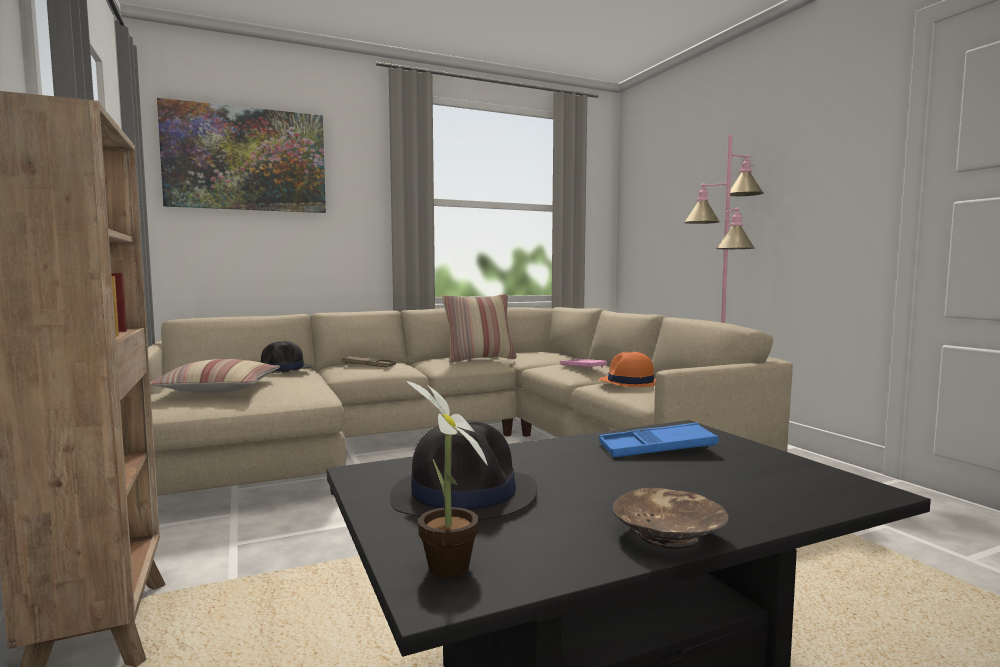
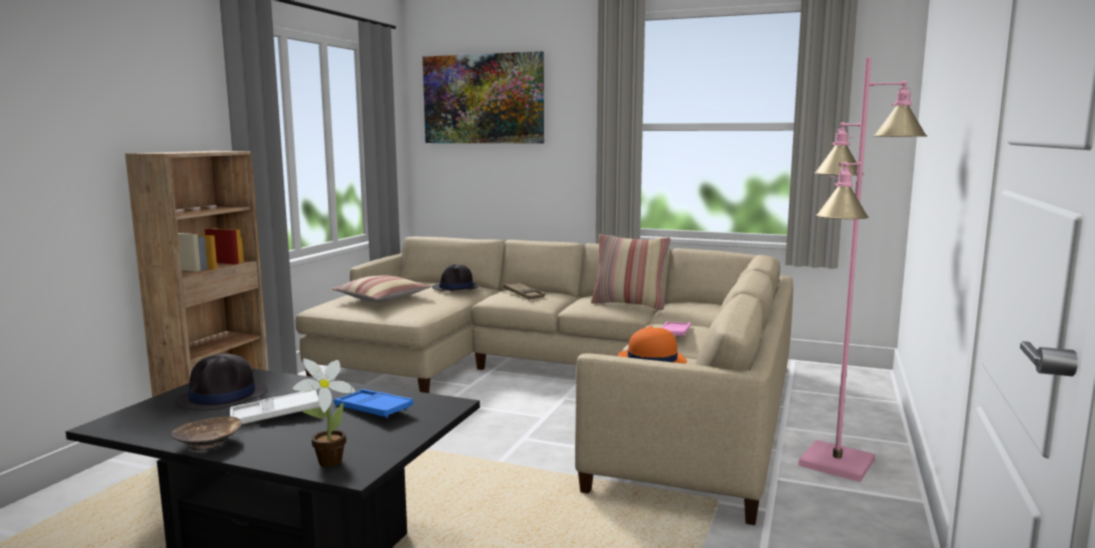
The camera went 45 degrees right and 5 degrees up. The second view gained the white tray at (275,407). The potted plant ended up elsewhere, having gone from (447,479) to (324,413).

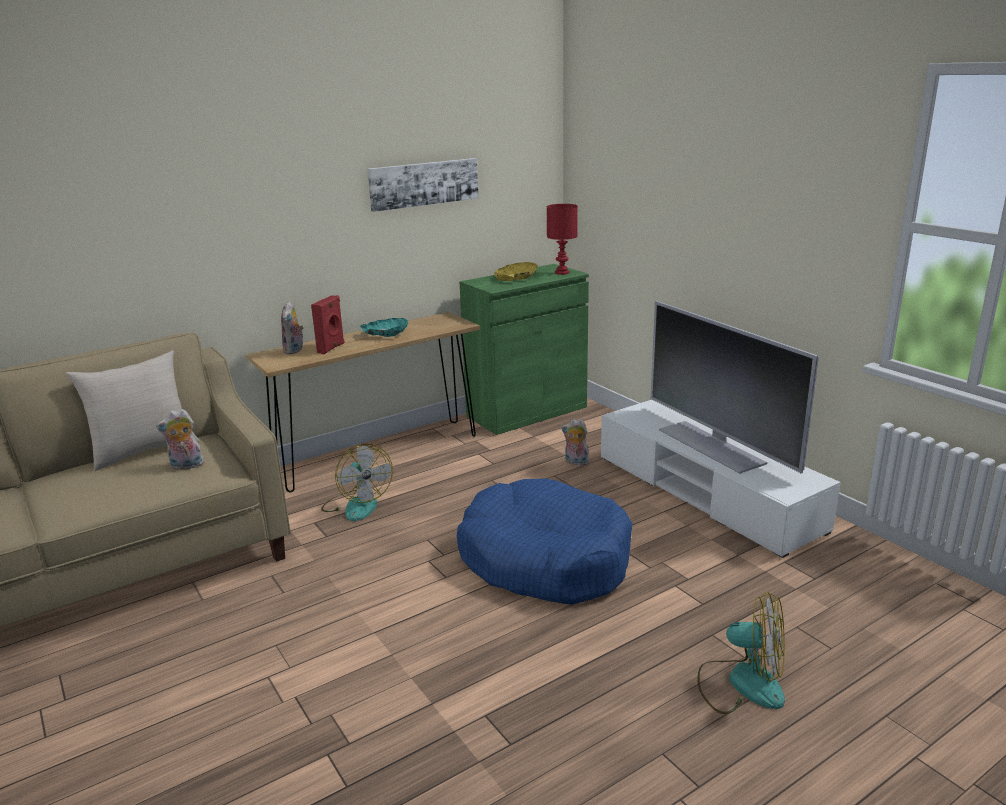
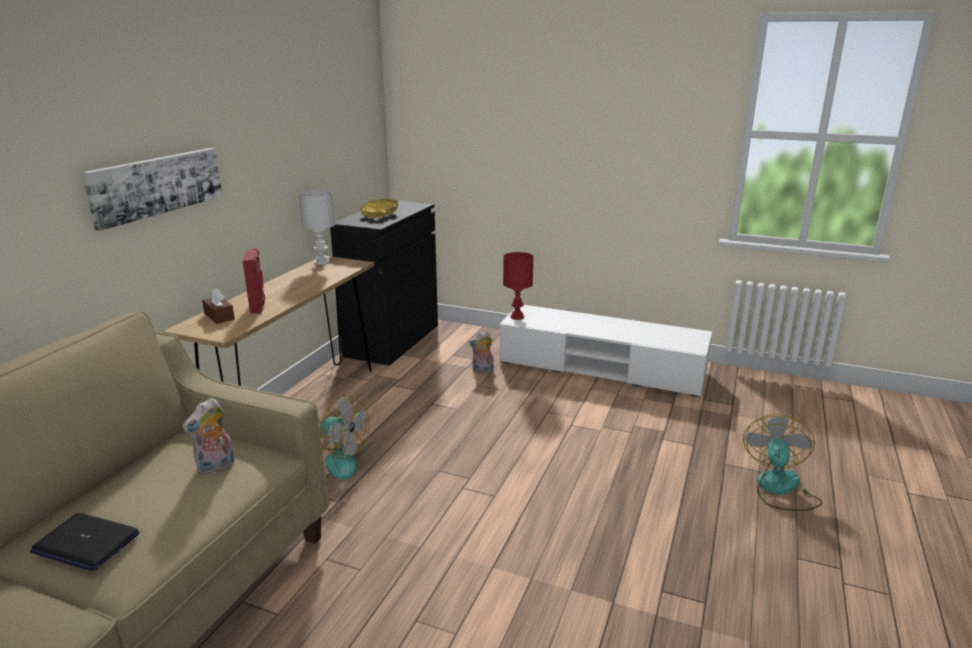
The camera went 35 degrees left and 0 degrees up. The second view gained the laptop at (85,542). The picture ended up elsewhere, having gone from (422,185) to (152,189). Where the plush toy stood at (292,327), the brown tissue box came to stand at (218,306). The second view gained the white table lamp at (316,227). What was the green cabinet at (524,349) turned into the black cabinet at (384,283). The red table lamp ended up elsewhere, having gone from (562,239) to (518,286). The fan at (741,653) ended up facing another way, 60 degrees counterclockwise from before. The second view lost the beige pillow at (133,410). The second view lost the turquoise bowl at (384,327). The second view lost the blue dog bed at (544,541). The second view lost the television at (734,387).

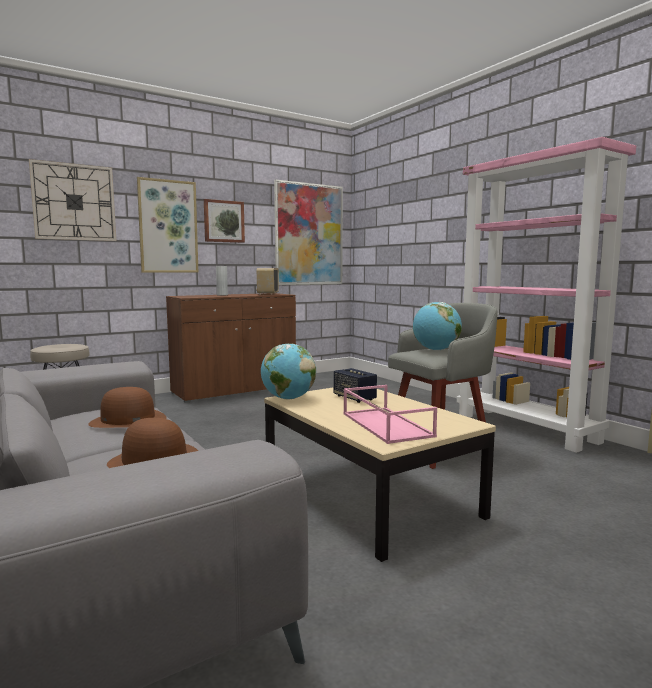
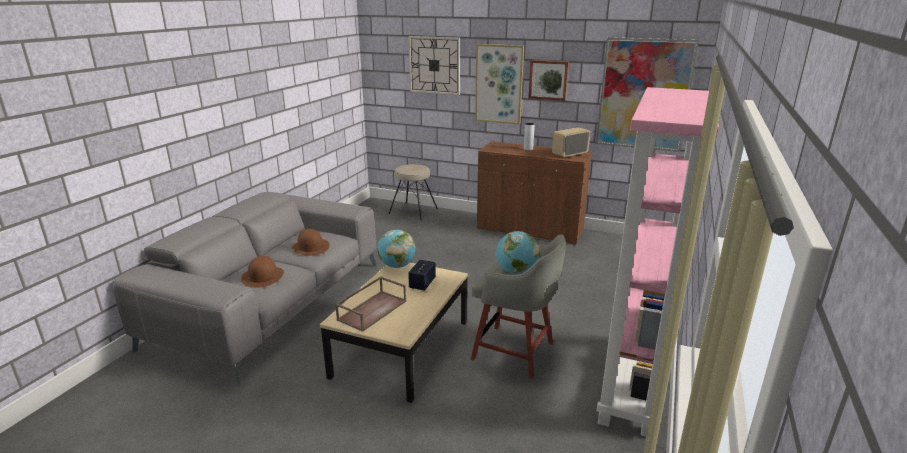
The camera went 55 degrees right and 15 degrees up. What was the pink tray at (390,414) turned into the brown tray at (371,304).

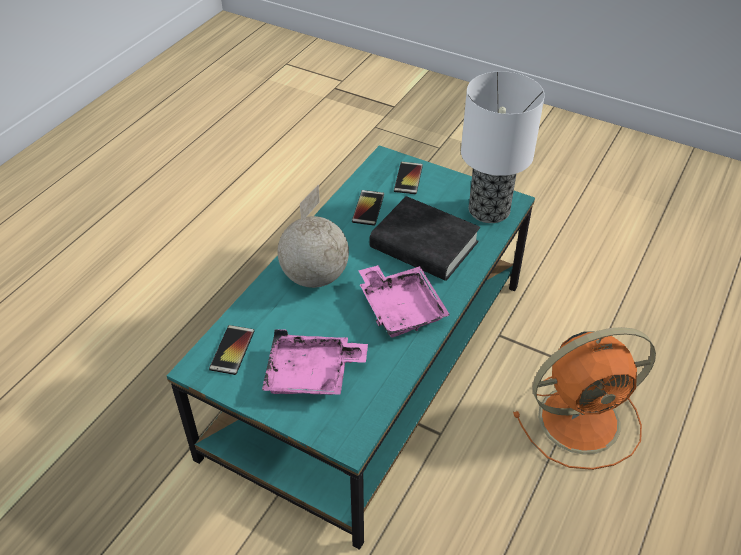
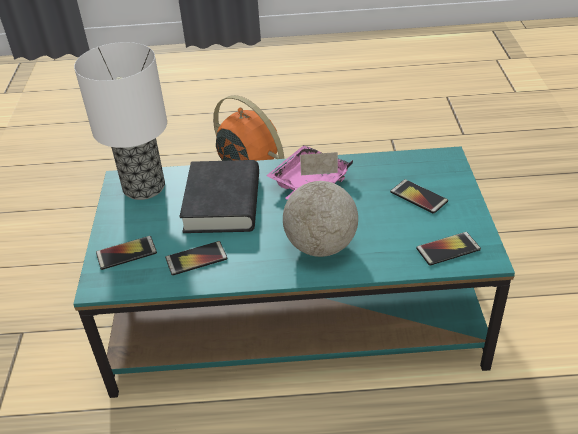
The camera went 120 degrees left and 5 degrees down. Where the pink tray stood at (315,362), the phone came to stand at (419,196).

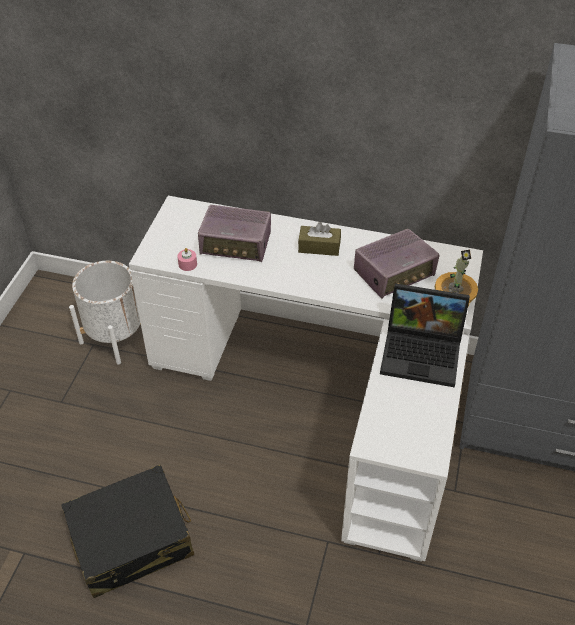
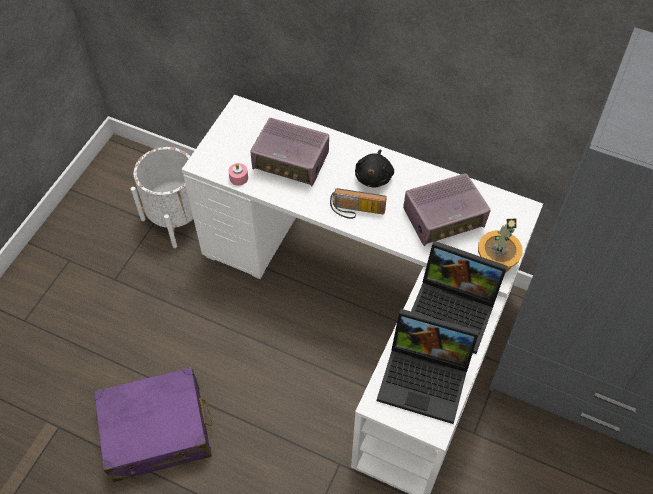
The camera went 10 degrees right and 10 degrees up. What was the black suitcase at (127,531) turned into the purple suitcase at (153,424). The second view gained the radio at (358,203). Where the brown tissue box stood at (319,239), the black plush toy came to stand at (374,168). The second view gained the laptop at (428,366).

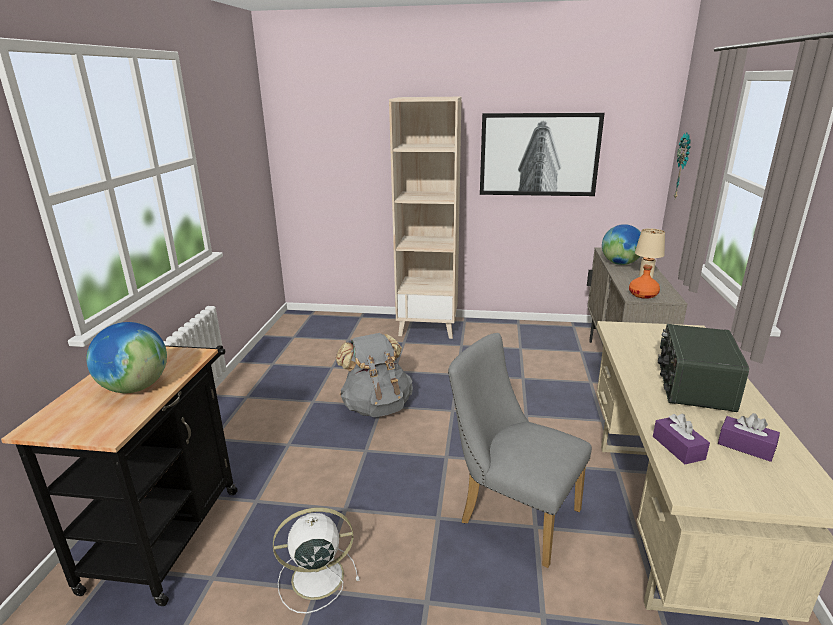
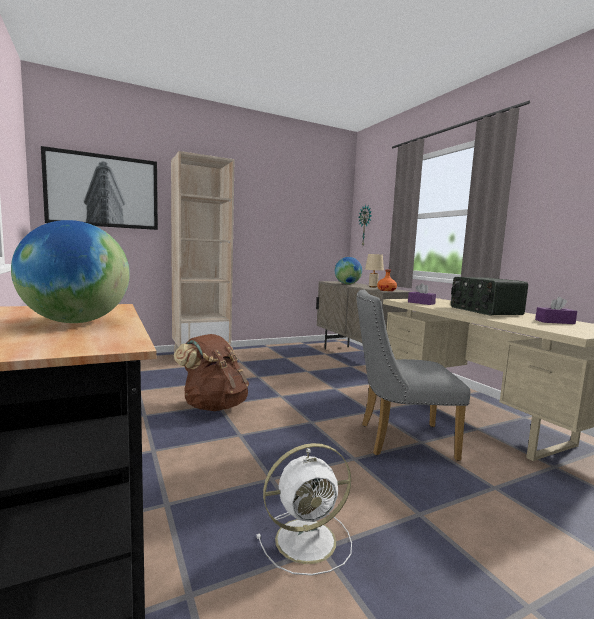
The camera went 35 degrees left and 15 degrees down. The picture ended up elsewhere, having gone from (542,154) to (99,188). What was the grey backpack at (374,375) turned into the brown backpack at (211,372). The white fan at (316,560) ended up facing another way, 150 degrees counterclockwise from before. The purple tissue box ended up elsewhere, having gone from (681,439) to (422,294).

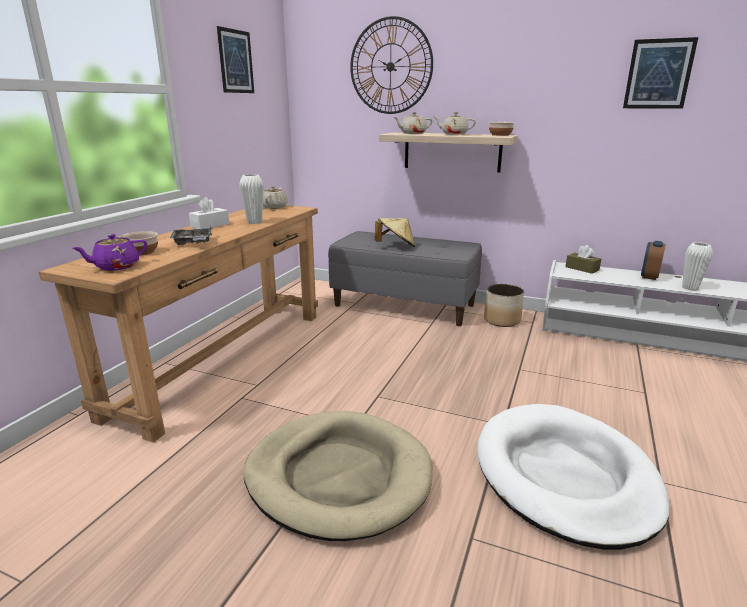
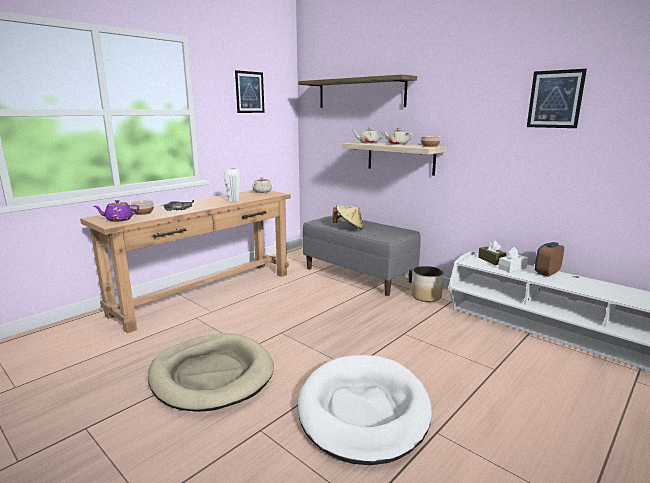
The camera went 20 degrees right and 5 degrees down. Where the wall clock hung at (391,65), the shelf came to hang at (357,91). The white tissue box ended up elsewhere, having gone from (209,213) to (513,260). The second view lost the white vase at (697,266).

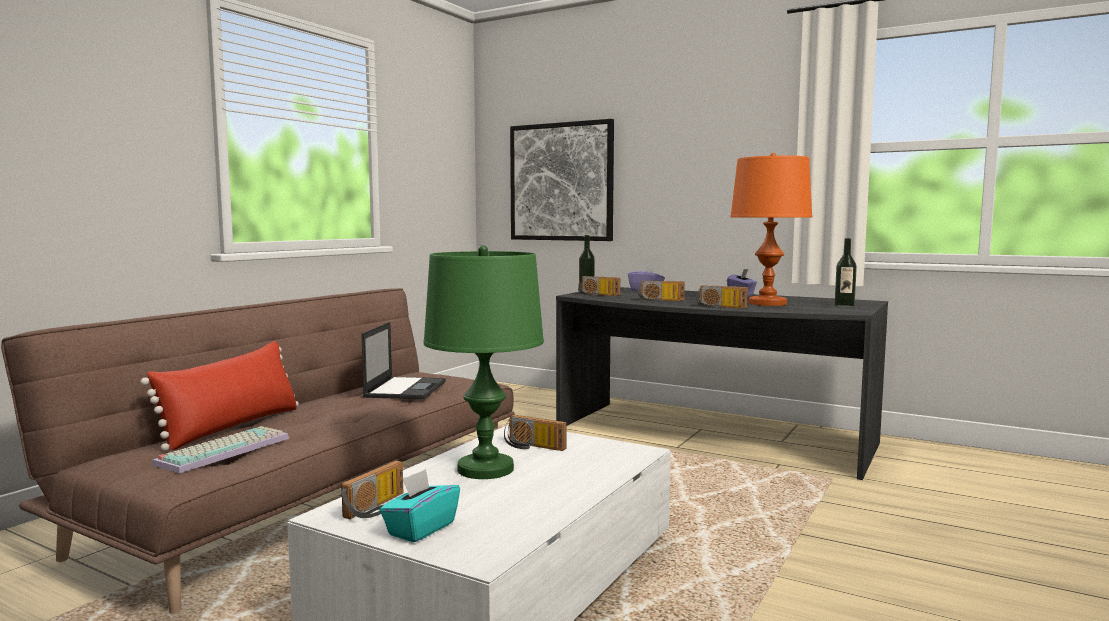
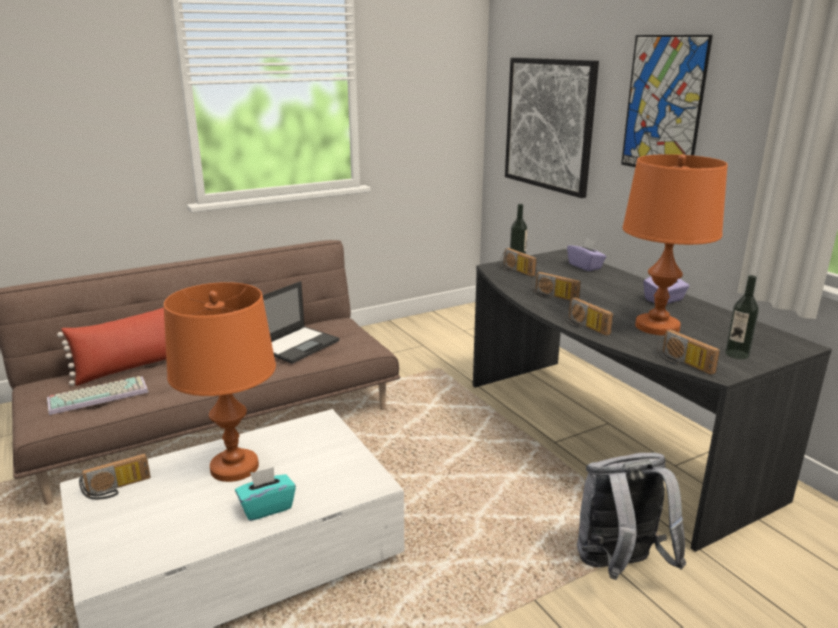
The camera went 30 degrees right and 15 degrees up. What was the green table lamp at (484,362) turned into the orange table lamp at (220,382). The turquoise tissue box ended up elsewhere, having gone from (420,506) to (265,494). The second view gained the grey backpack at (631,516). The second view gained the picture at (667,101). The radio ended up elsewhere, having gone from (535,433) to (689,352).

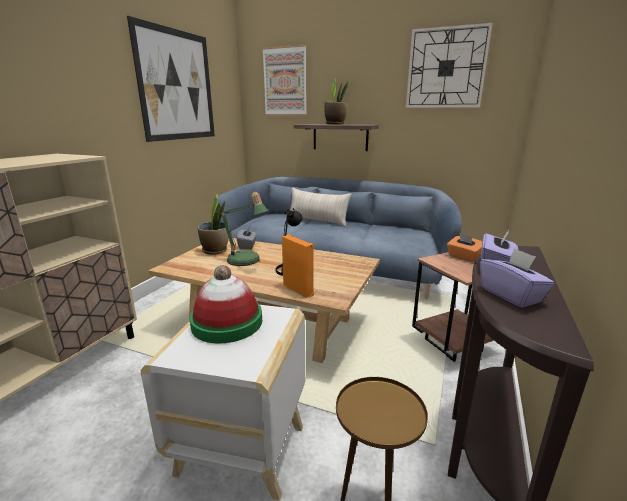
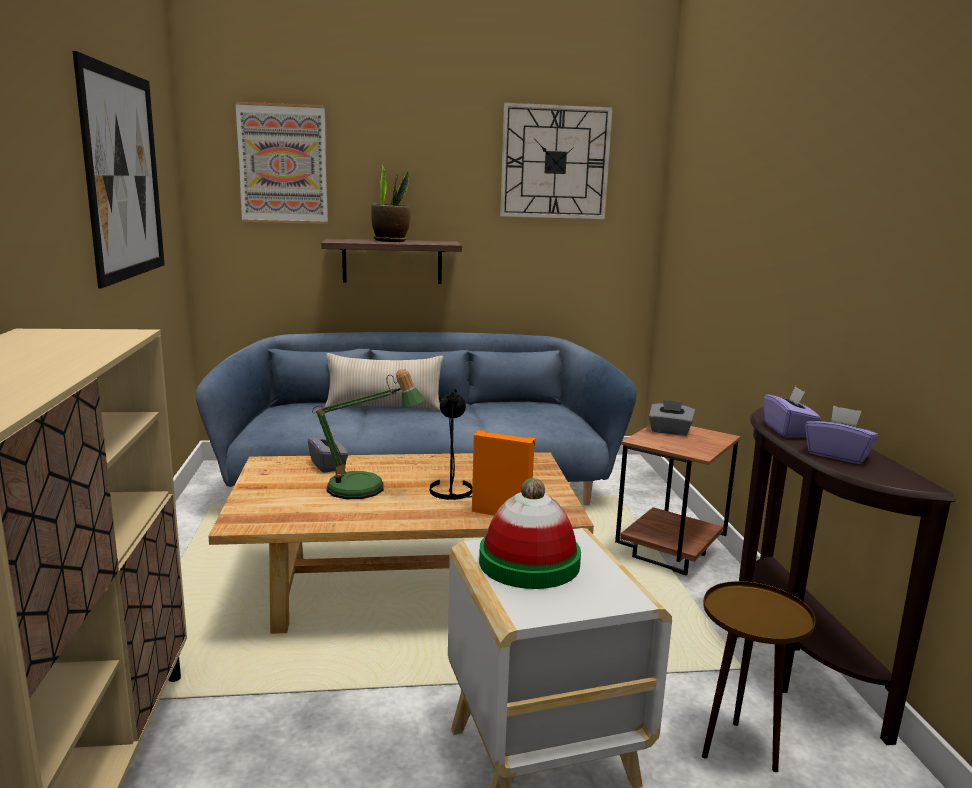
The camera went 30 degrees left and 5 degrees down. What was the orange tissue box at (464,247) turned into the grey tissue box at (672,417). The second view lost the potted plant at (213,224).

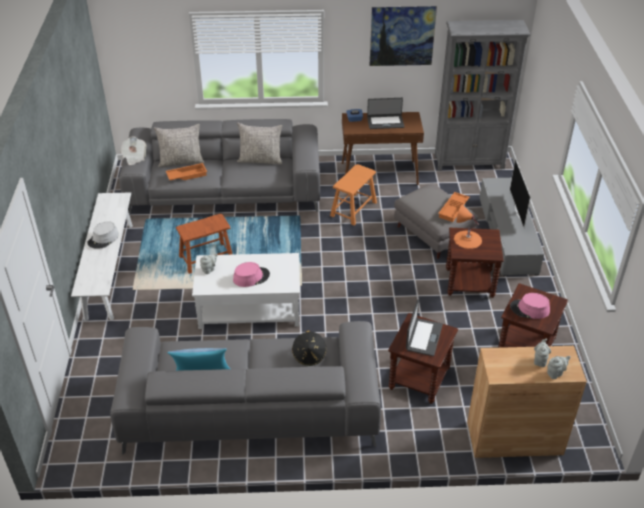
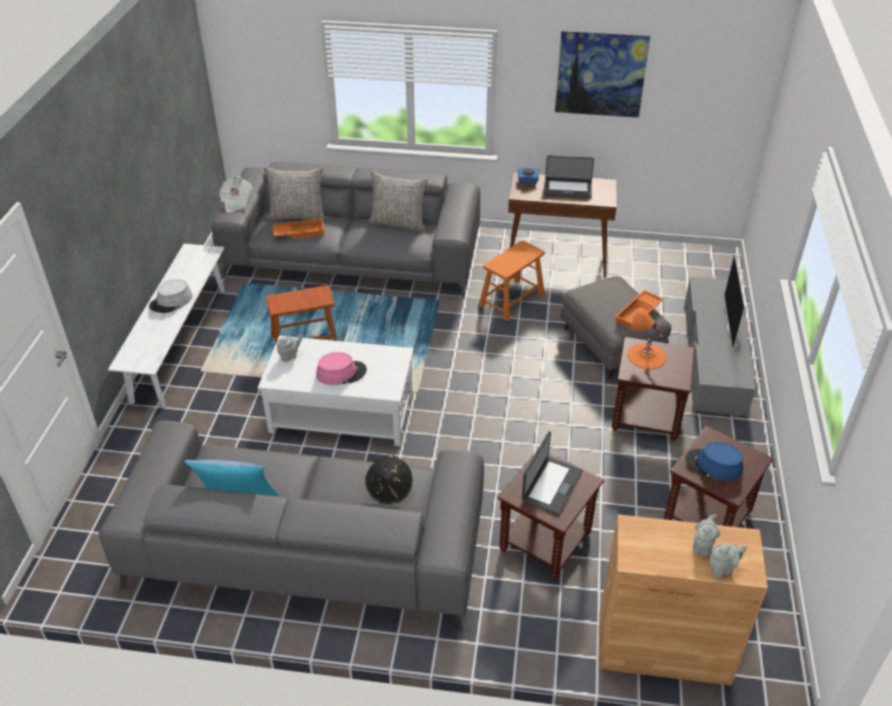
The camera went 10 degrees right and 0 degrees up. What was the pink hat at (530,306) turned into the blue hat at (714,461). The second view lost the grey bookcase at (482,95).

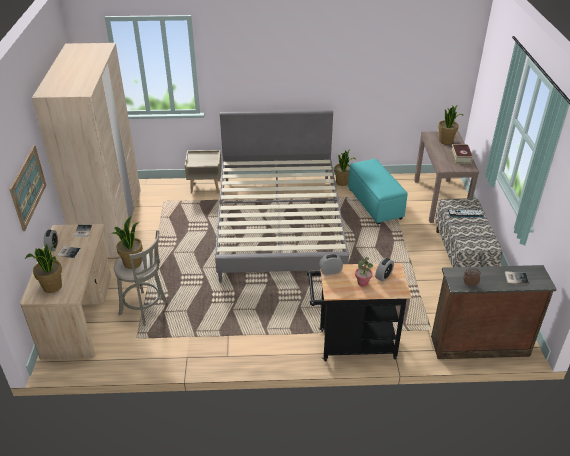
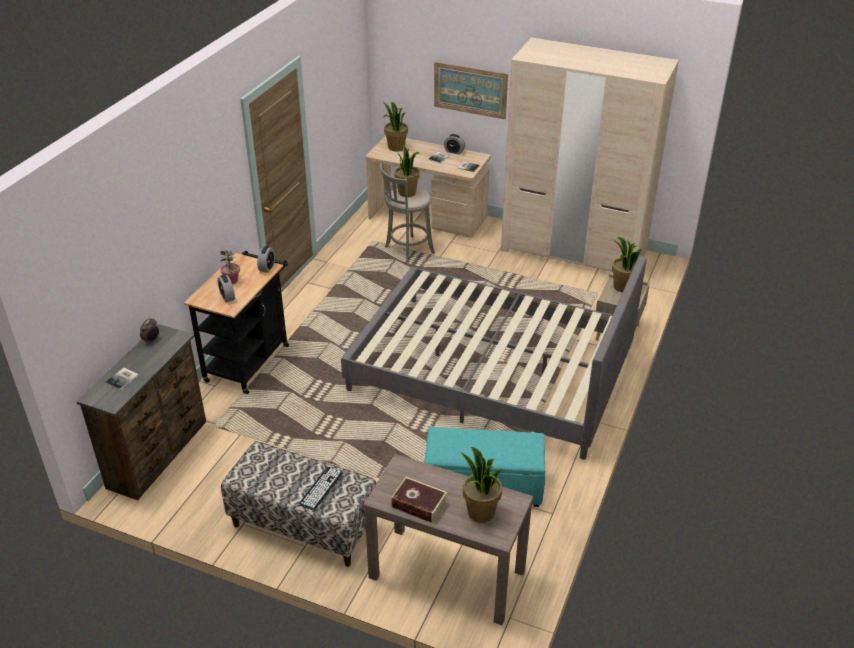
The camera went 115 degrees right and 0 degrees up. The potted plant ended up elsewhere, having gone from (344,167) to (627,264).

